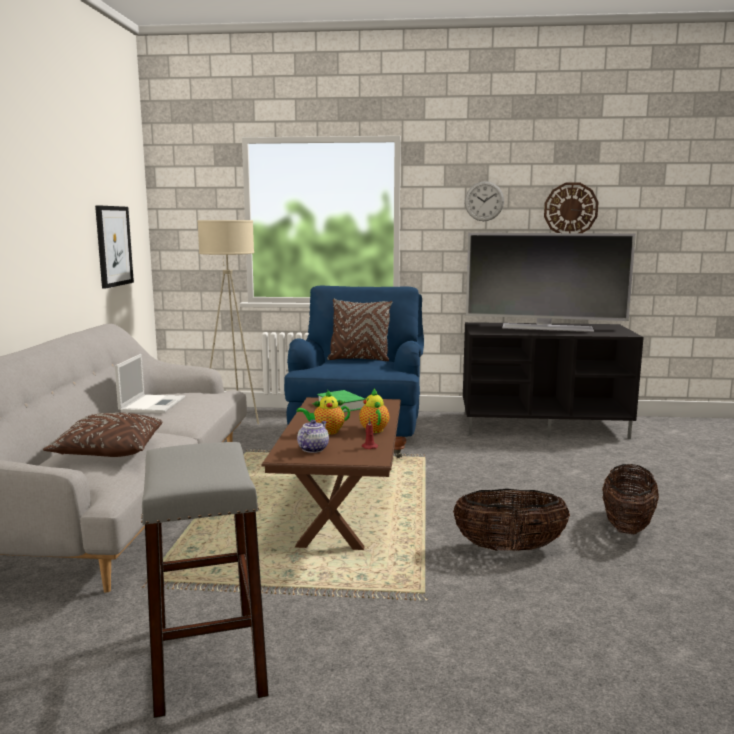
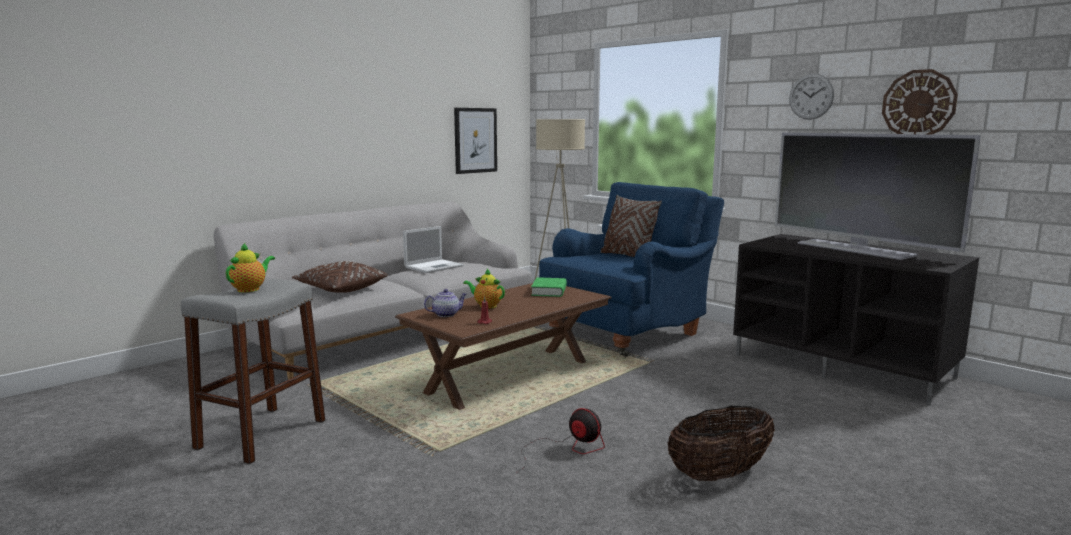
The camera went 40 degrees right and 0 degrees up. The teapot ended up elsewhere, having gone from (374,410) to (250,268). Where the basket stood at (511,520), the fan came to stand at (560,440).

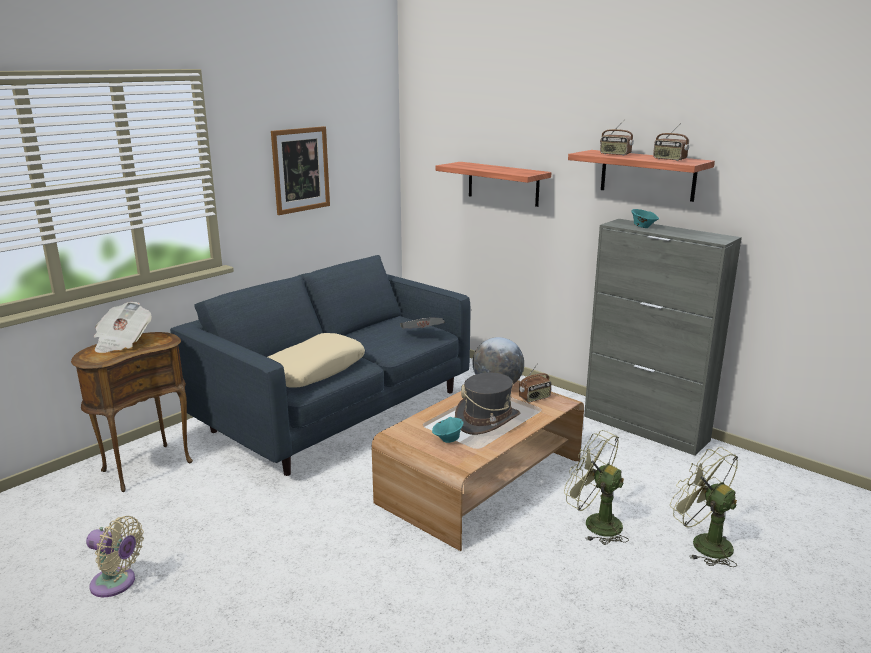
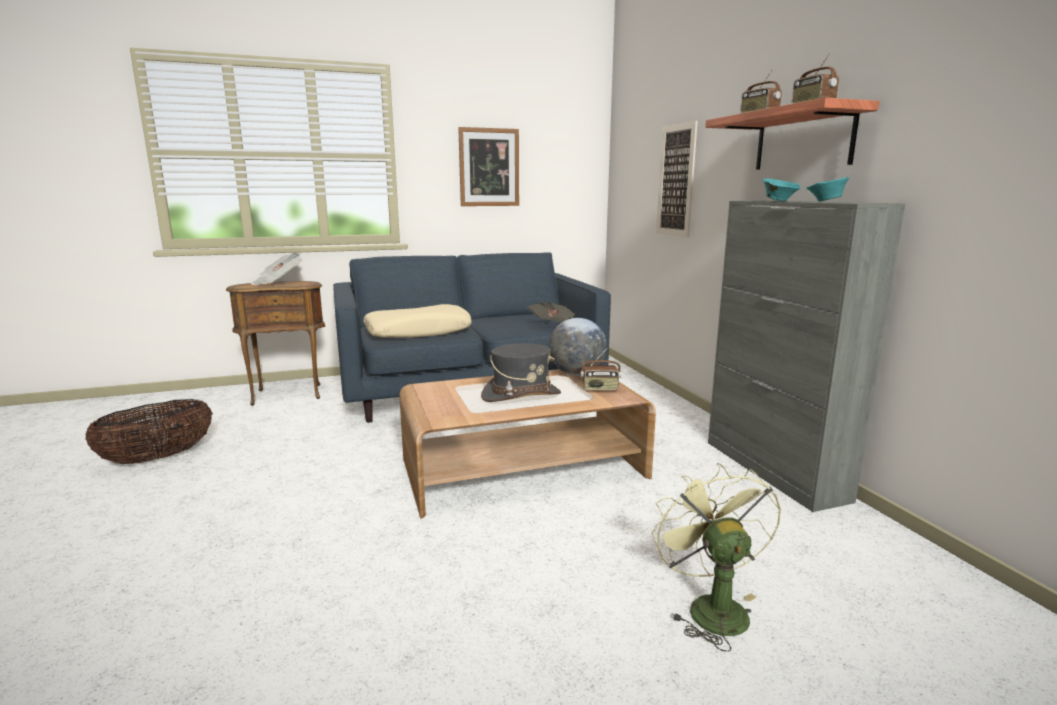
The camera went 30 degrees right and 5 degrees down. Where the beige fan stood at (115,556), the basket came to stand at (149,431). Where the shelf hung at (493,184), the picture came to hang at (677,179). The turquoise bowl ended up elsewhere, having gone from (447,430) to (828,189). The second view lost the green fan at (596,487).

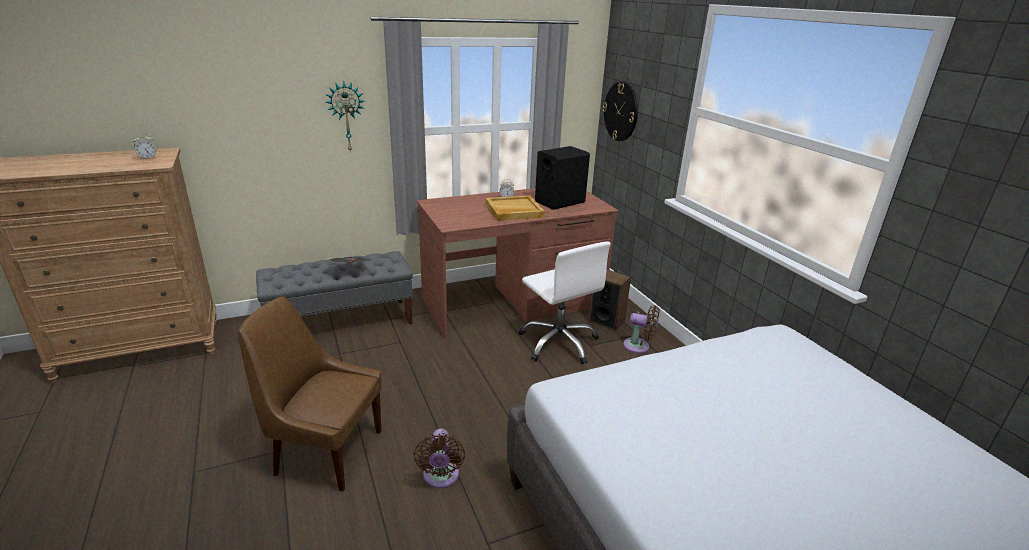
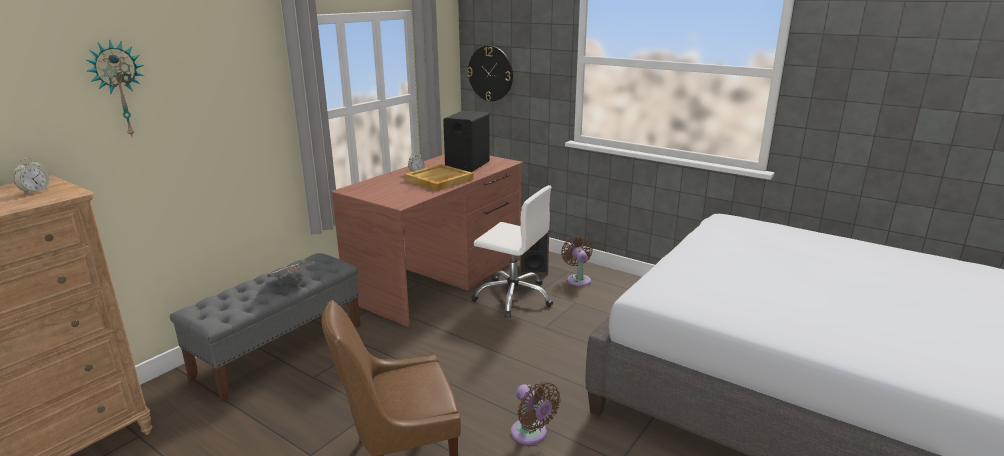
The camera went 30 degrees left and 5 degrees down. The wall clock ended up elsewhere, having gone from (345,117) to (115,88). The brown fan at (641,329) ended up facing another way, 90 degrees counterclockwise from before.

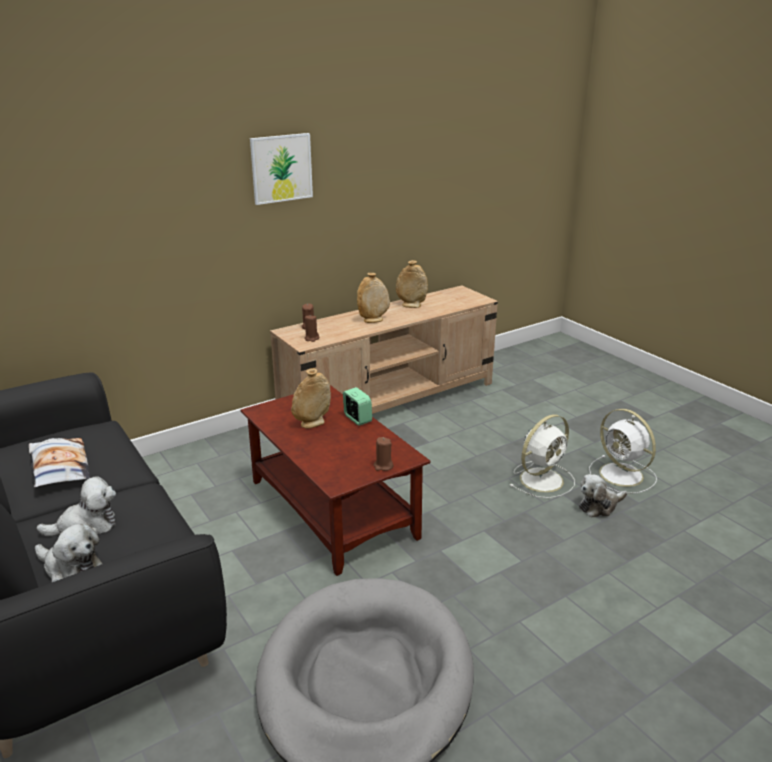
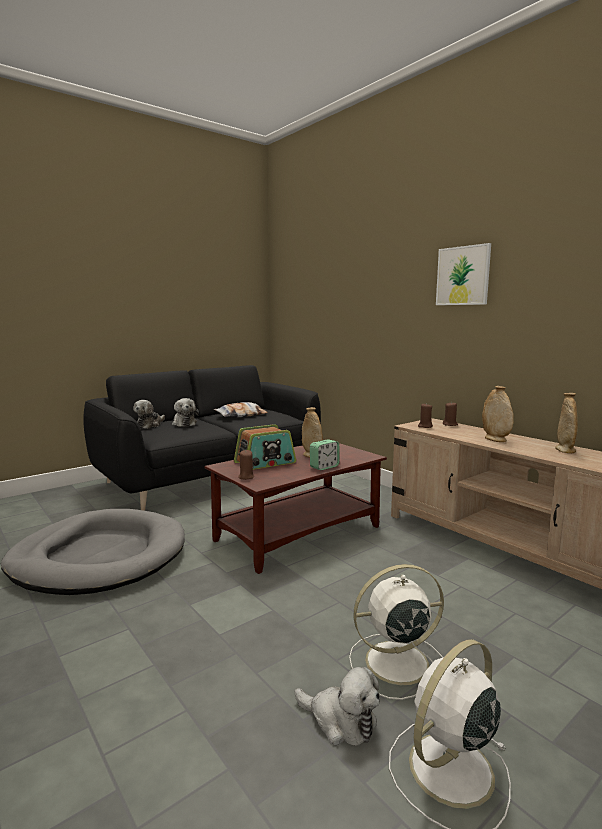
The camera went 85 degrees right and 15 degrees down. The second view gained the radio at (265,447). The plush toy at (603,495) ended up facing another way, 150 degrees clockwise from before. The white fan at (542,456) ended up facing another way, 120 degrees clockwise from before.

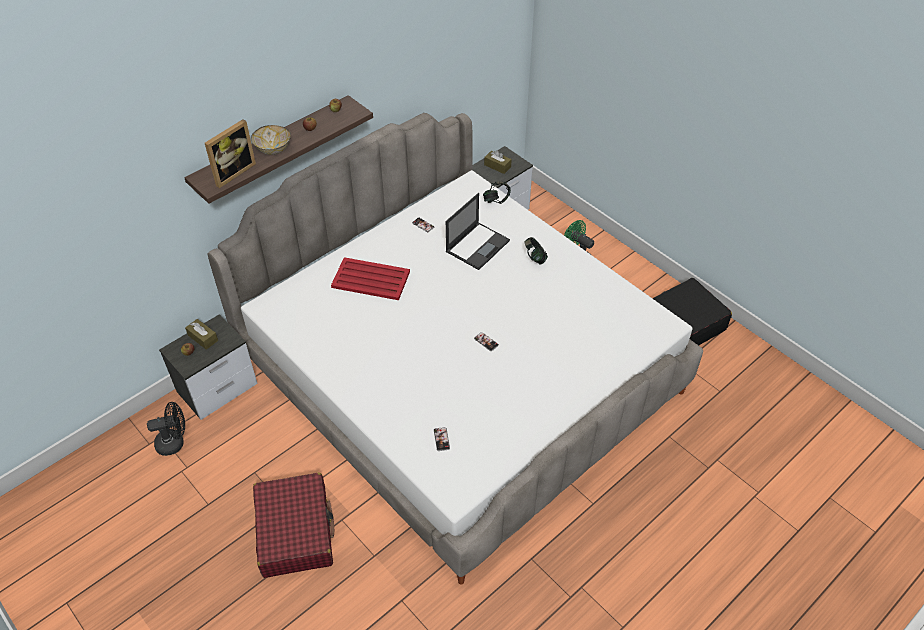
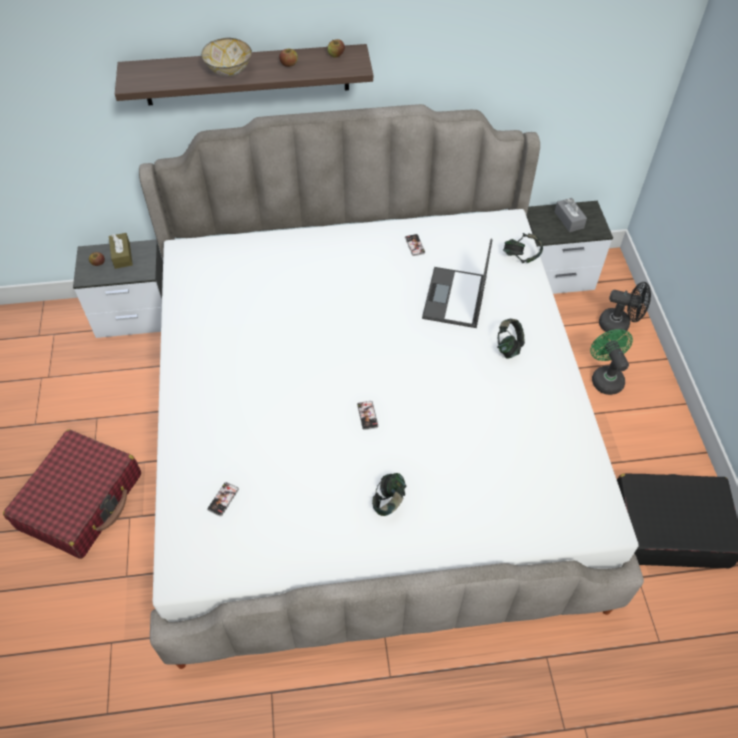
The camera went 35 degrees right and 5 degrees up. The second view gained the headphones at (389,494). The laptop at (478,231) ended up facing another way, 120 degrees clockwise from before. What was the brown tissue box at (498,162) turned into the grey tissue box at (570,215). The black fan ended up elsewhere, having gone from (166,429) to (625,307). The second view lost the picture frame at (230,153). The second view lost the red tray at (370,278).

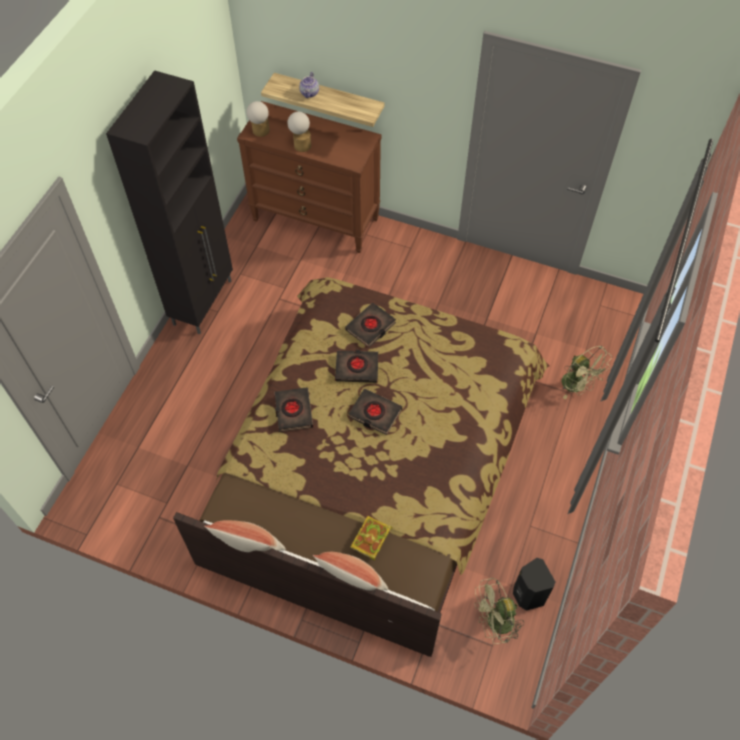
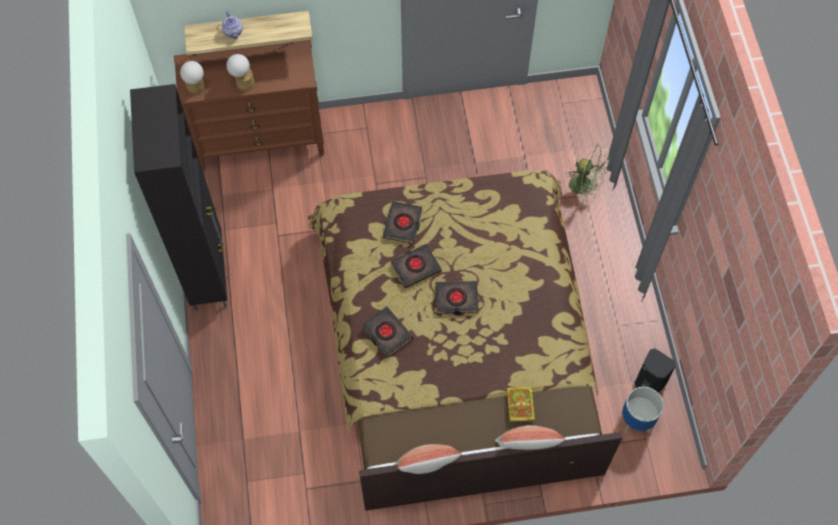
The camera went 30 degrees left and 5 degrees up. Where the green fan stood at (499,611), the planter came to stand at (643,410).

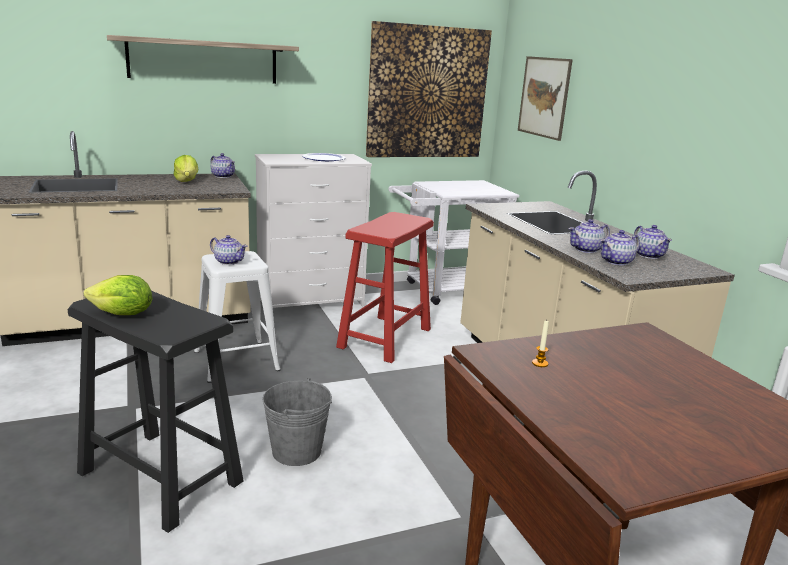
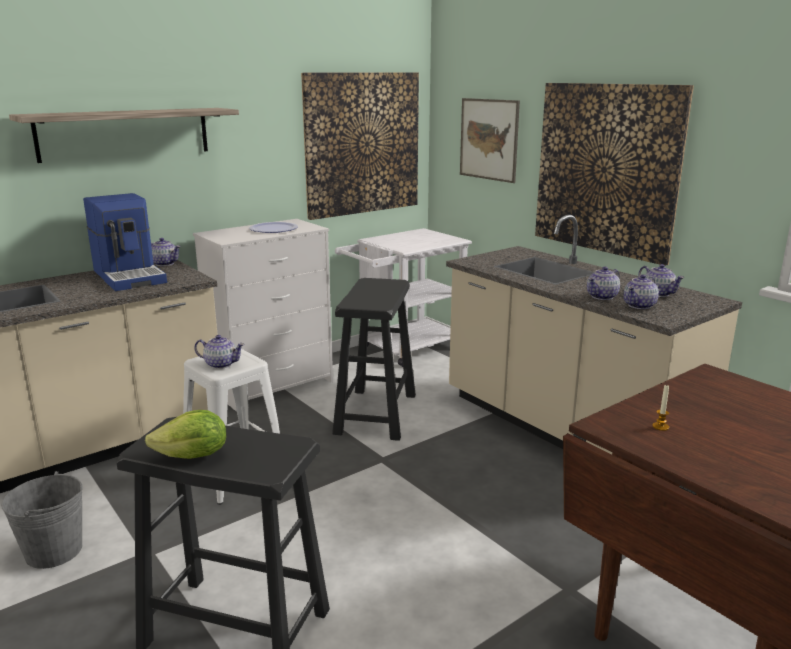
The camera went 15 degrees left and 0 degrees up. The grey bucket ended up elsewhere, having gone from (297,422) to (42,520). Where the lettuce stood at (186,168), the coffee machine came to stand at (125,242). What was the red stool at (385,287) turned into the black stool at (374,359). The second view gained the picture at (614,174).

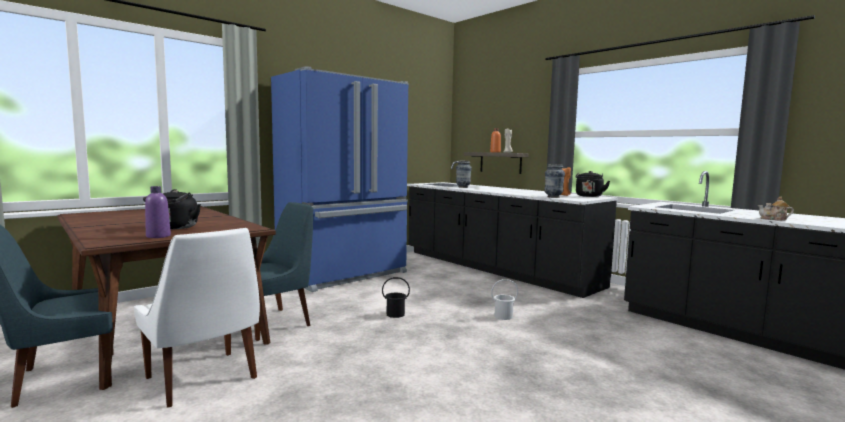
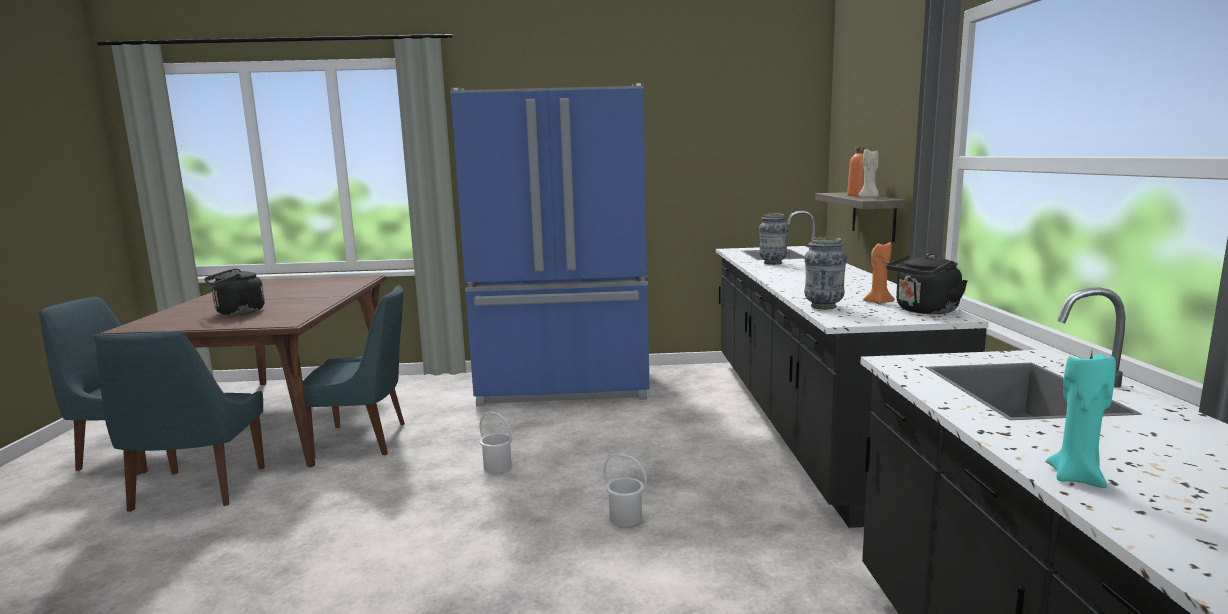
The camera went 40 degrees right and 5 degrees up. What was the white chair at (197,318) turned into the blue chair at (180,421). What was the black bucket at (396,297) turned into the white bucket at (495,442). Where the teapot stood at (776,208), the turquoise candle came to stand at (1081,420). The second view lost the purple bottle at (158,212).

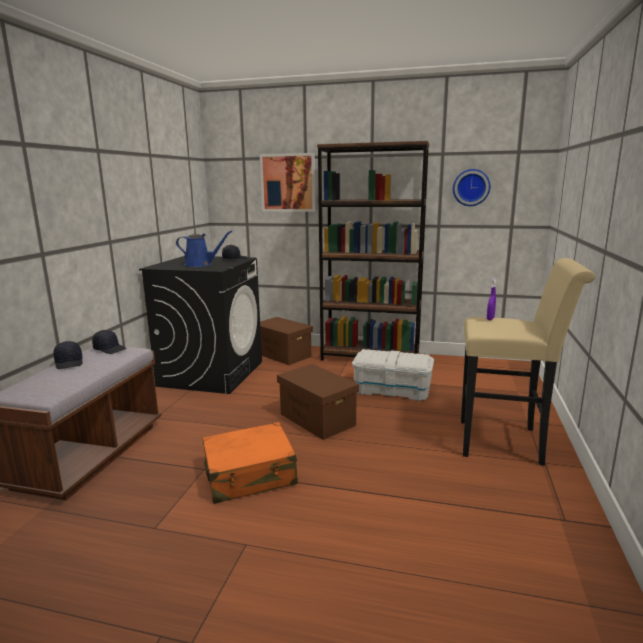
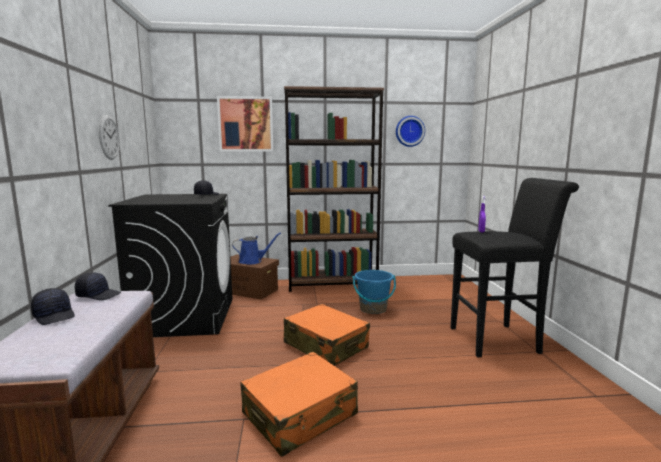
The camera went 20 degrees left and 5 degrees down. The second view gained the wall clock at (109,137). The blue watering can ended up elsewhere, having gone from (204,248) to (256,249). Where the brown storage box stood at (318,402), the orange suitcase came to stand at (327,335). Where the white storage box stood at (393,375), the blue bucket came to stand at (374,292). What was the beige stool at (528,362) turned into the black stool at (514,267).

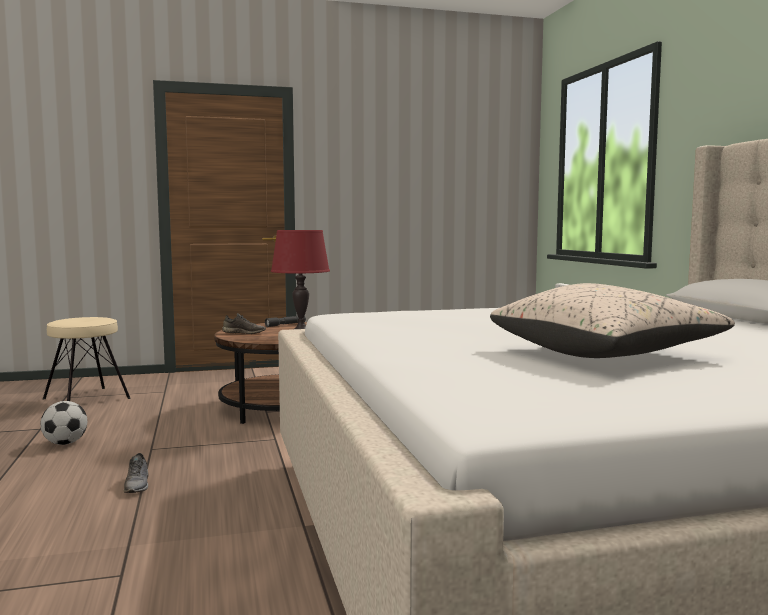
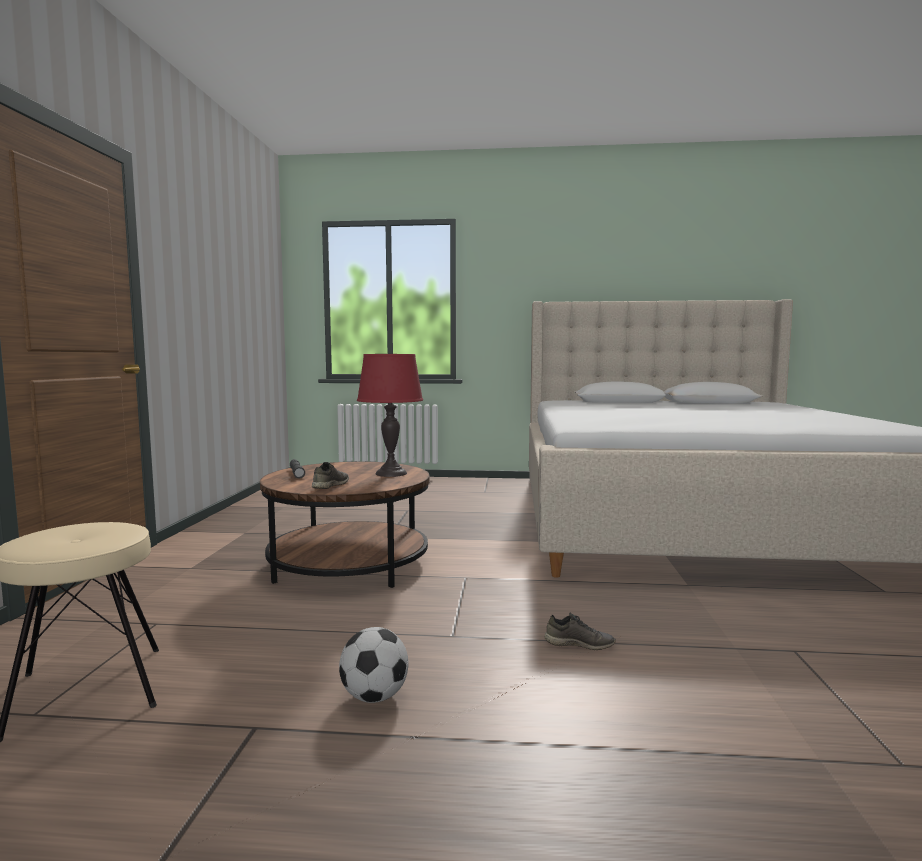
The camera went 70 degrees left and 0 degrees up. The second view lost the beige pillow at (612,320).

